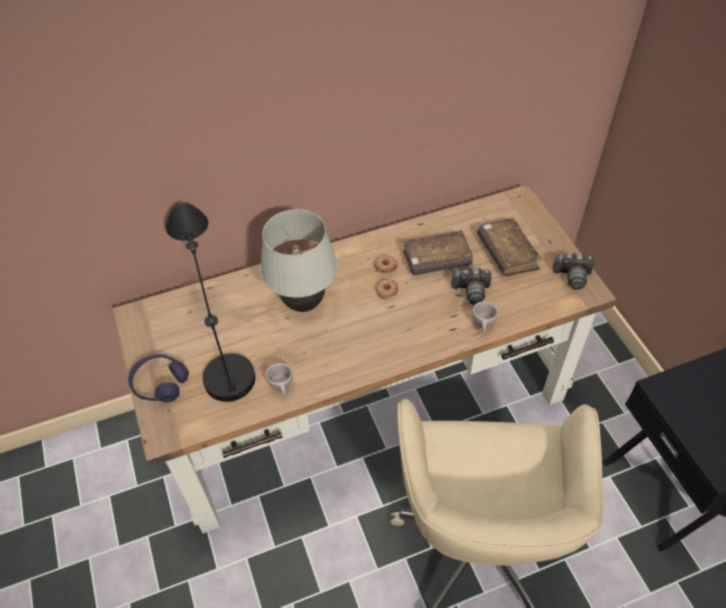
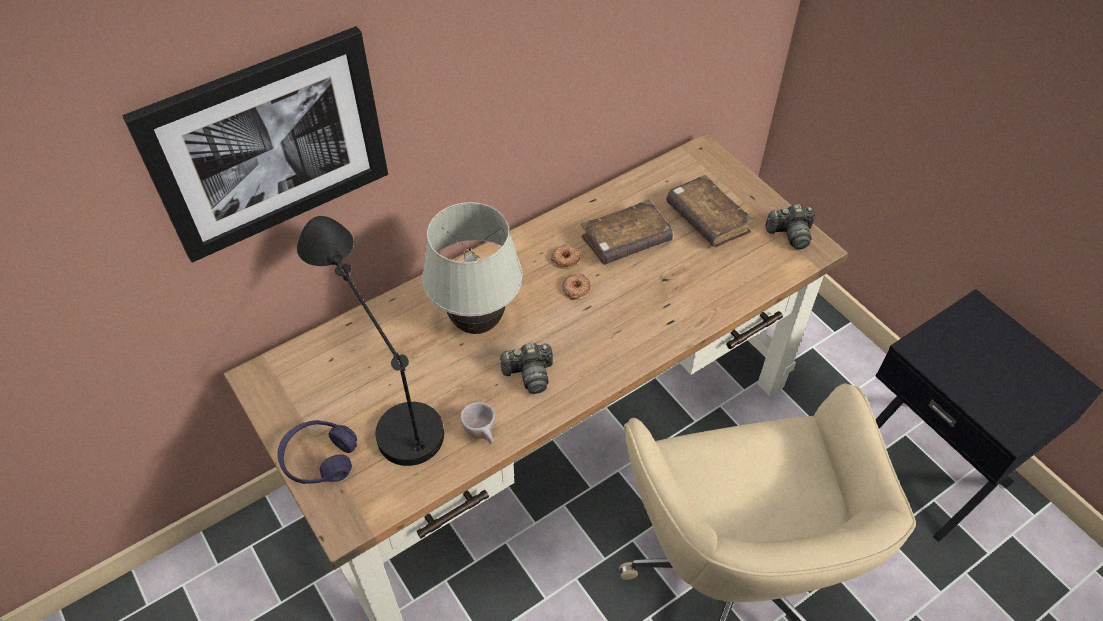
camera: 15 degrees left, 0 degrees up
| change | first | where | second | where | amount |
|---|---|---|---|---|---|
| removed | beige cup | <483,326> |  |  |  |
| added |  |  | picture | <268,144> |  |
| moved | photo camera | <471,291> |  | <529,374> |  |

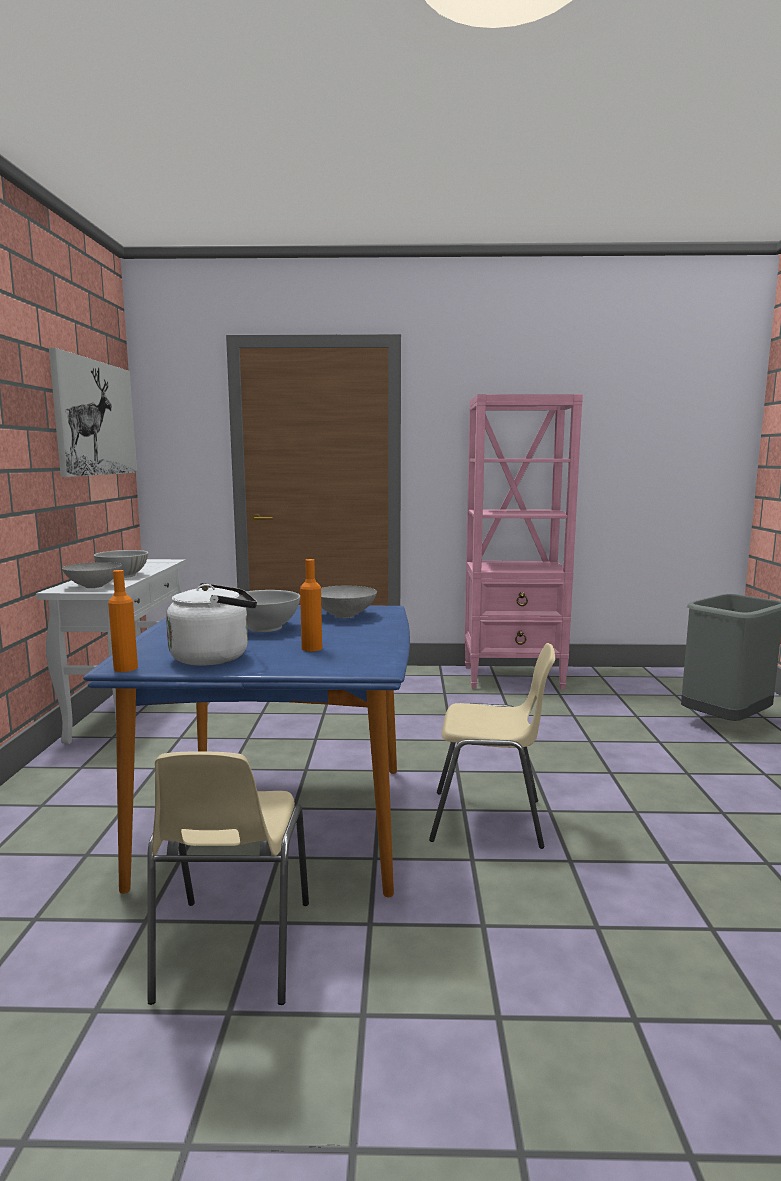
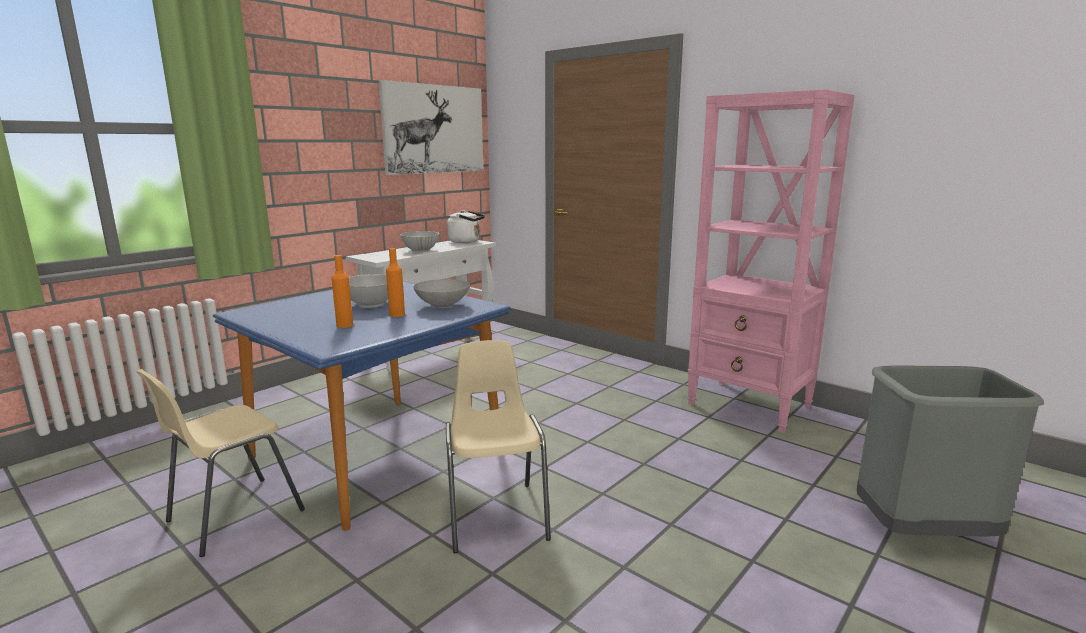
camera: 40 degrees right, 5 degrees up
| change | first | where | second | where | amount |
|---|---|---|---|---|---|
| removed | grey bowl | <94,586> |  |  |  |
| moved | orange bottle | <125,668> |  | <397,314> |  |
| moved | white kettle | <215,657> |  | <466,241> |  |
| turned | beige chair | <490,820> |  | <496,514> | 150 degrees counterclockwise |

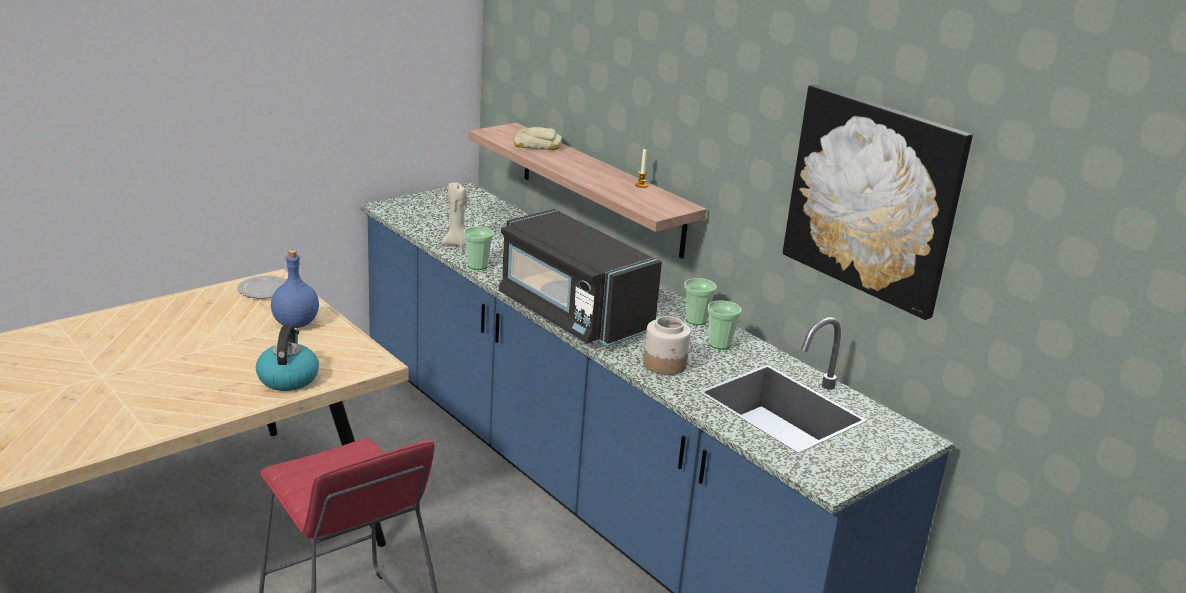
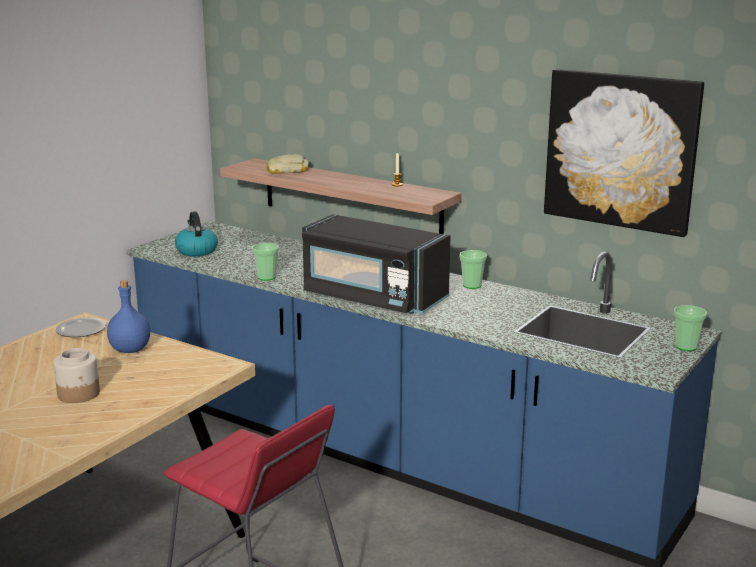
camera: 15 degrees left, 5 degrees down
| change | first | where | second | where | amount |
|---|---|---|---|---|---|
| removed | beige candle | <457,244> |  |  |  |
| moved | kettle | <288,378> |  | <196,250> |  |
| moved | jar | <665,365> |  | <79,394> |  |
| moved | cup | <719,344> |  | <686,347> |  |

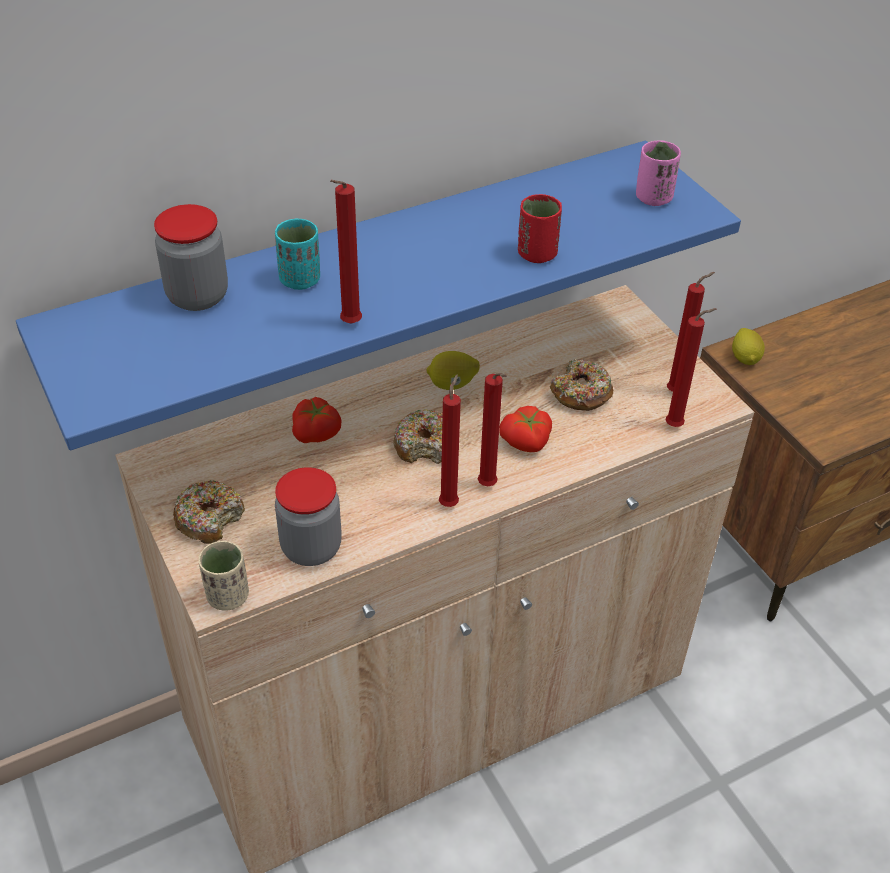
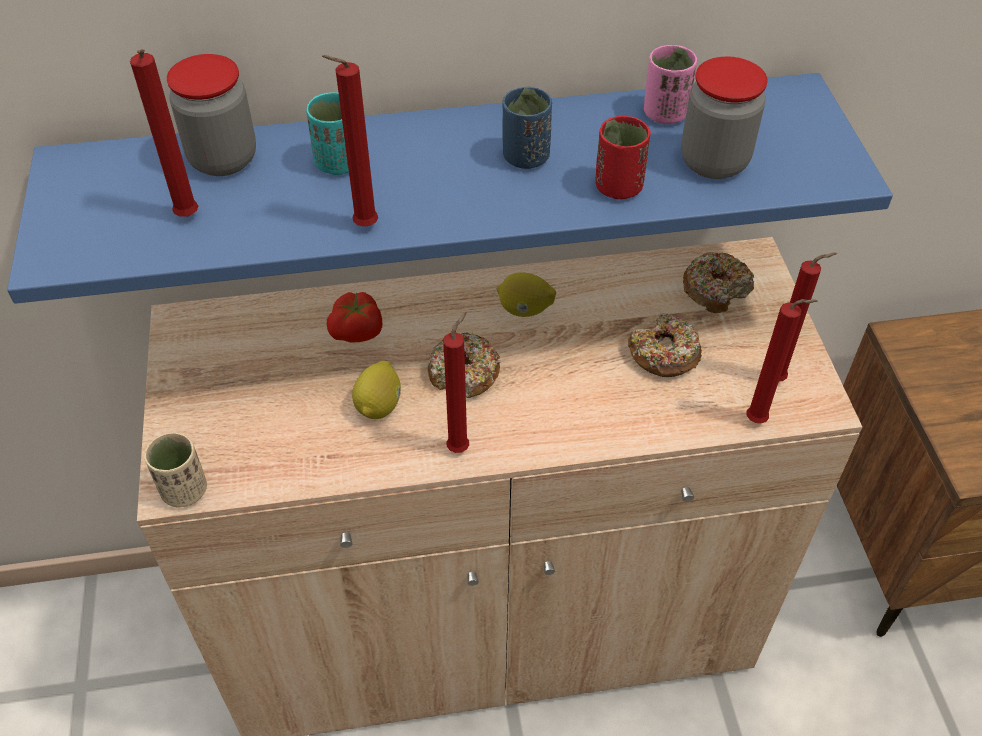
camera: 20 degrees right, 5 degrees up
| change | first | where | second | where | amount |
|---|---|---|---|---|---|
| removed | tomato | <526,442> |  |  |  |
| added |  |  | blue cup | <525,157> |  |
| moved | donut | <209,518> |  | <716,289> |  |
| moved | jar | <311,548> |  | <714,162> |  |
| moved | red candle | <489,487> |  | <188,219> |  |
| moved | pink cup | <653,198> |  | <665,114> |  |
| moved | lemon | <745,358> |  | <379,405> |  |

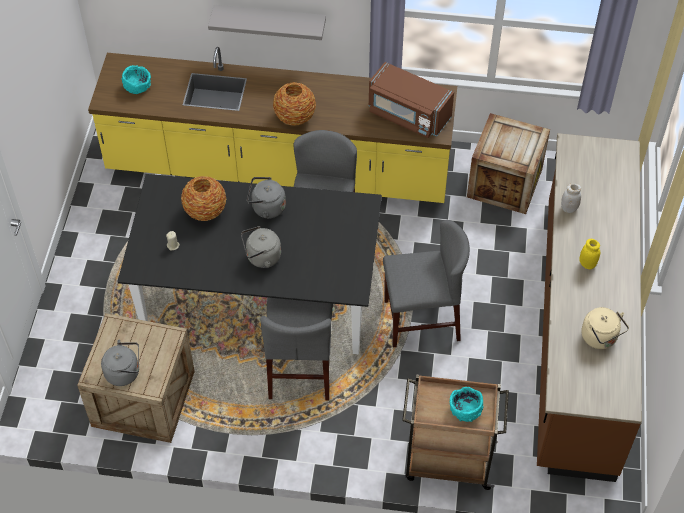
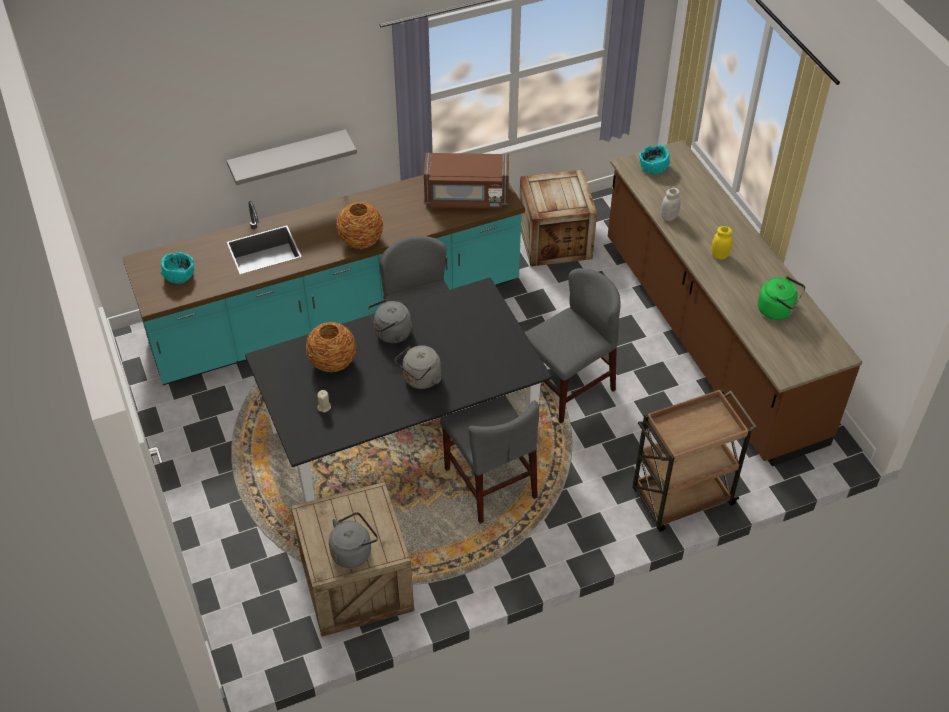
camera: 30 degrees left, 5 degrees down
| change | first | where | second | where | amount |
|---|---|---|---|---|---|
| moved | turquoise bowl | <465,410> |  | <653,167> |  |
| recoloured | yellow counter | <278,169> | turquoise counter | <337,314> |  |
| recoloured | beige kettle | <600,338> | green kettle | <777,310> |  |

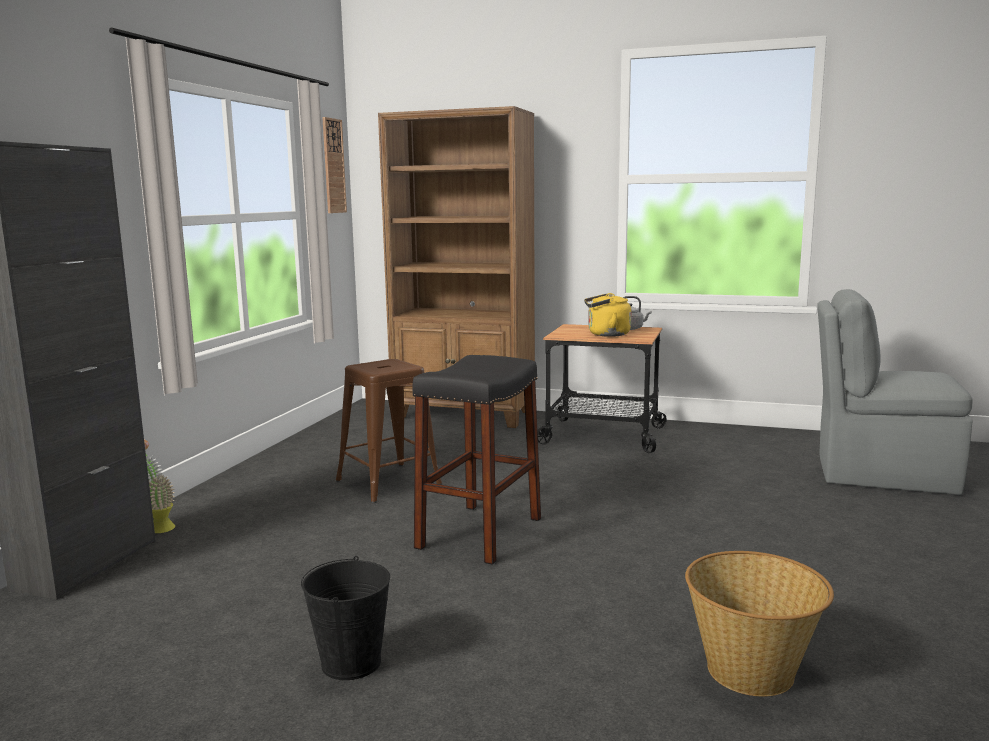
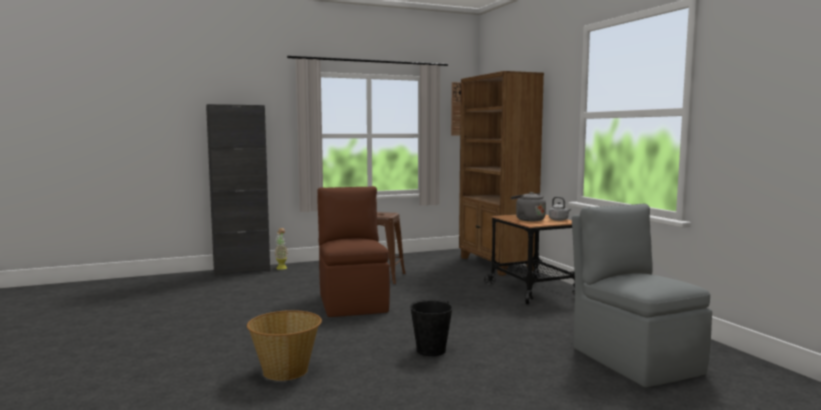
camera: 50 degrees right, 5 degrees down
| change | first | where | second | where | amount |
|---|---|---|---|---|---|
| moved | black bucket | <351,662> |  | <431,350> |  |
| replaced | black stool | <480,533> | brown chair | <353,302> |  |
| recoloured | yellow kettle | <606,334> | grey kettle | <528,219> |  |

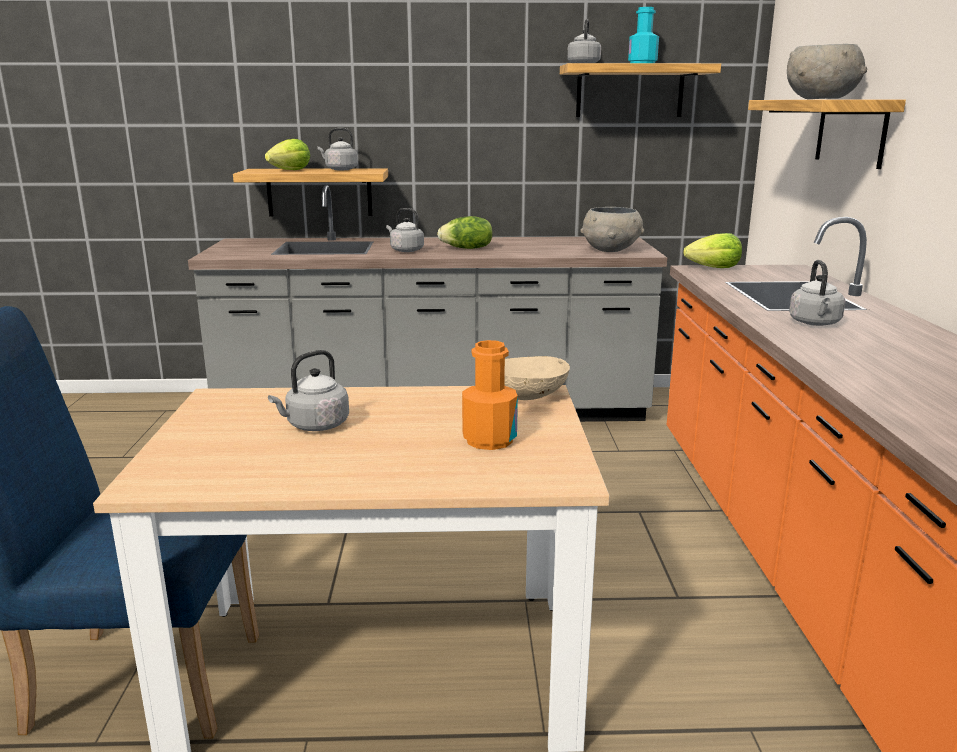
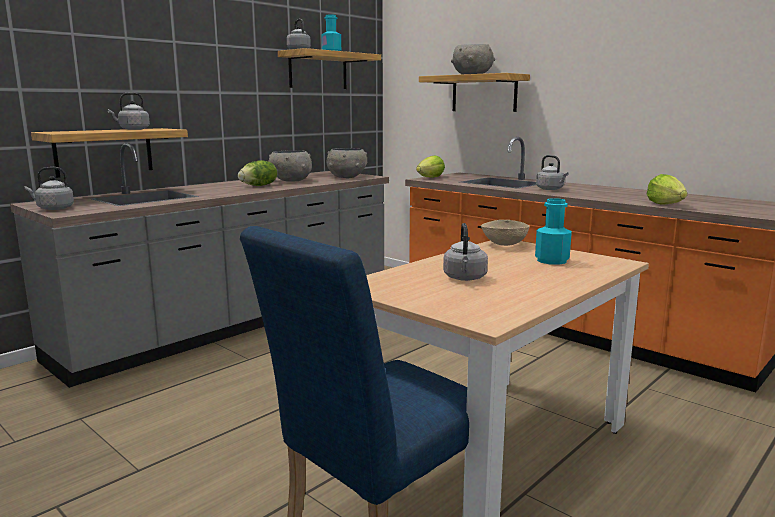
camera: 45 degrees left, 5 degrees down
| change | first | where | second | where | amount |
|---|---|---|---|---|---|
| added |  |  | grey bowl | <291,181> |  |
| moved | lettuce | <290,170> |  | <665,205> |  |
| moved | grey kettle | <405,250> |  | <53,208> |  |
| recoloured | orange bottle | <489,440> | turquoise bottle | <552,260> |  |

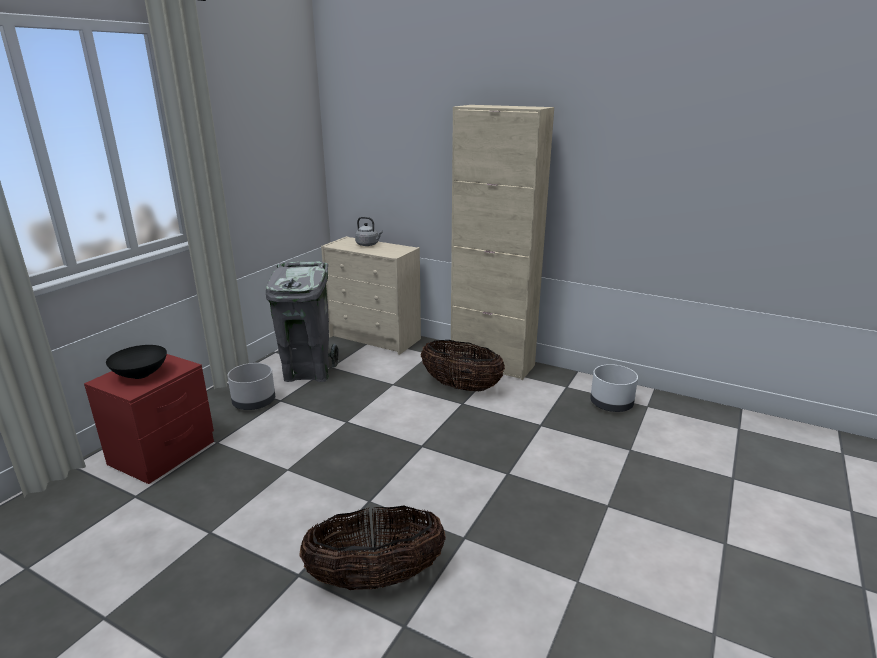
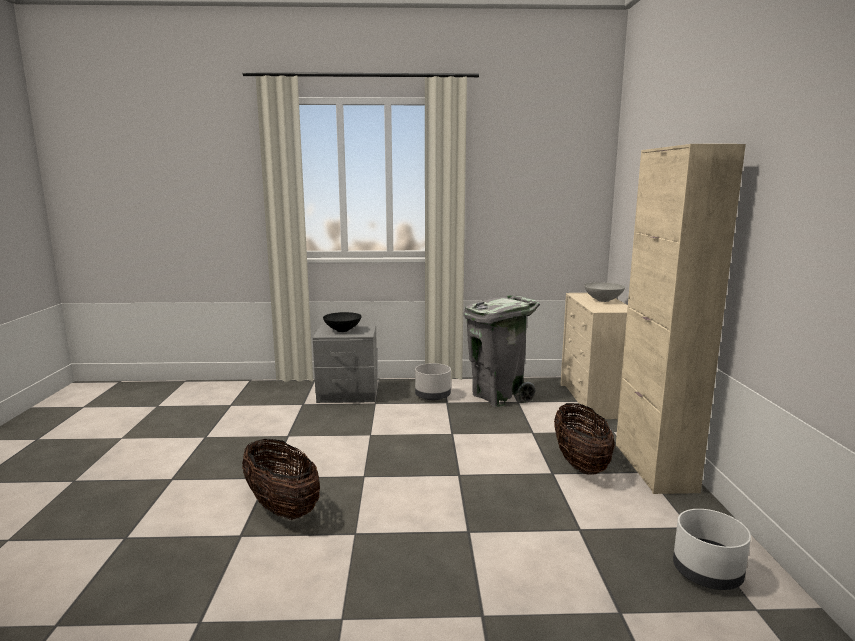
camera: 60 degrees right, 10 degrees down
| change | first | where | second | where | amount |
|---|---|---|---|---|---|
| replaced | grey kettle | <368,244> | grey bowl | <603,300> |  |
| recoloured | red nightstand | <162,453> | grey nightstand | <348,394> |  |

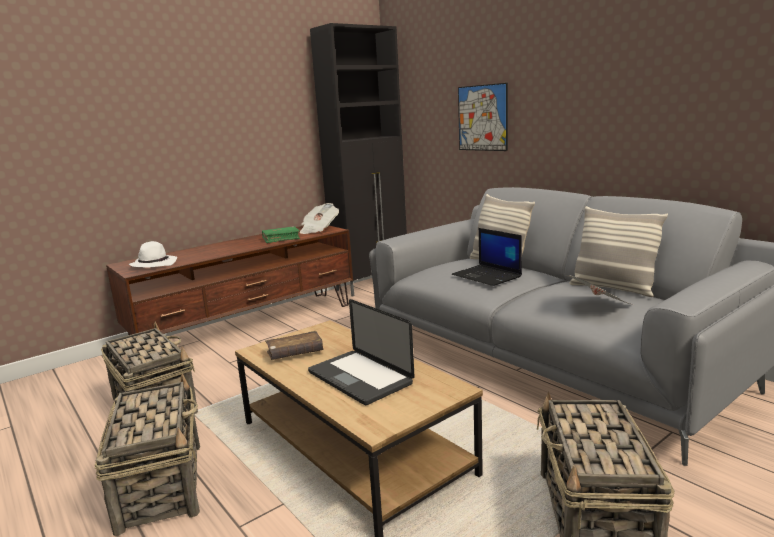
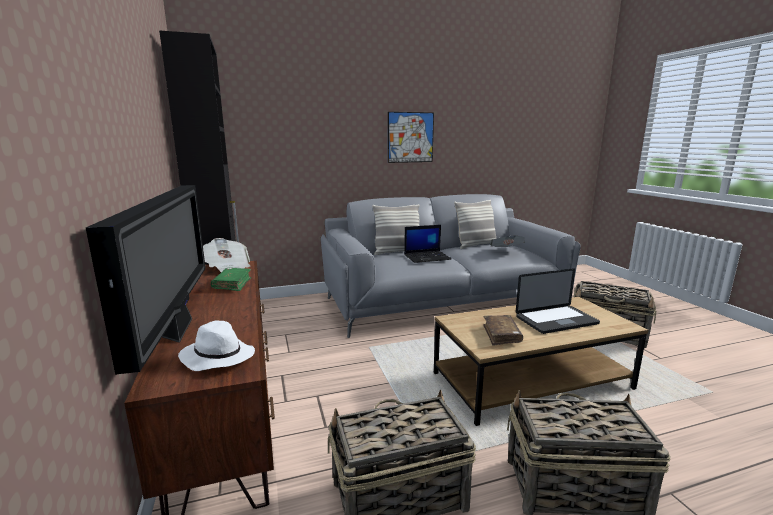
camera: 70 degrees left, 0 degrees up
| change | first | where | second | where | amount |
|---|---|---|---|---|---|
| added |  |  | television | <179,328> |  |
| moved | picture | <482,118> |  | <410,137> |  |

